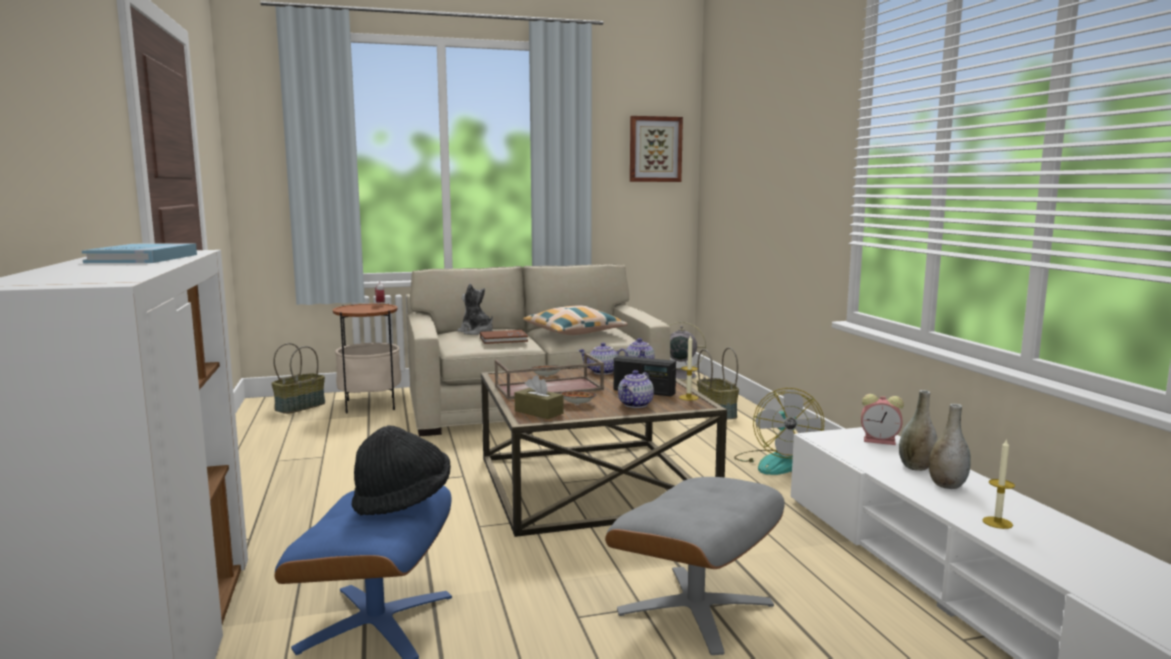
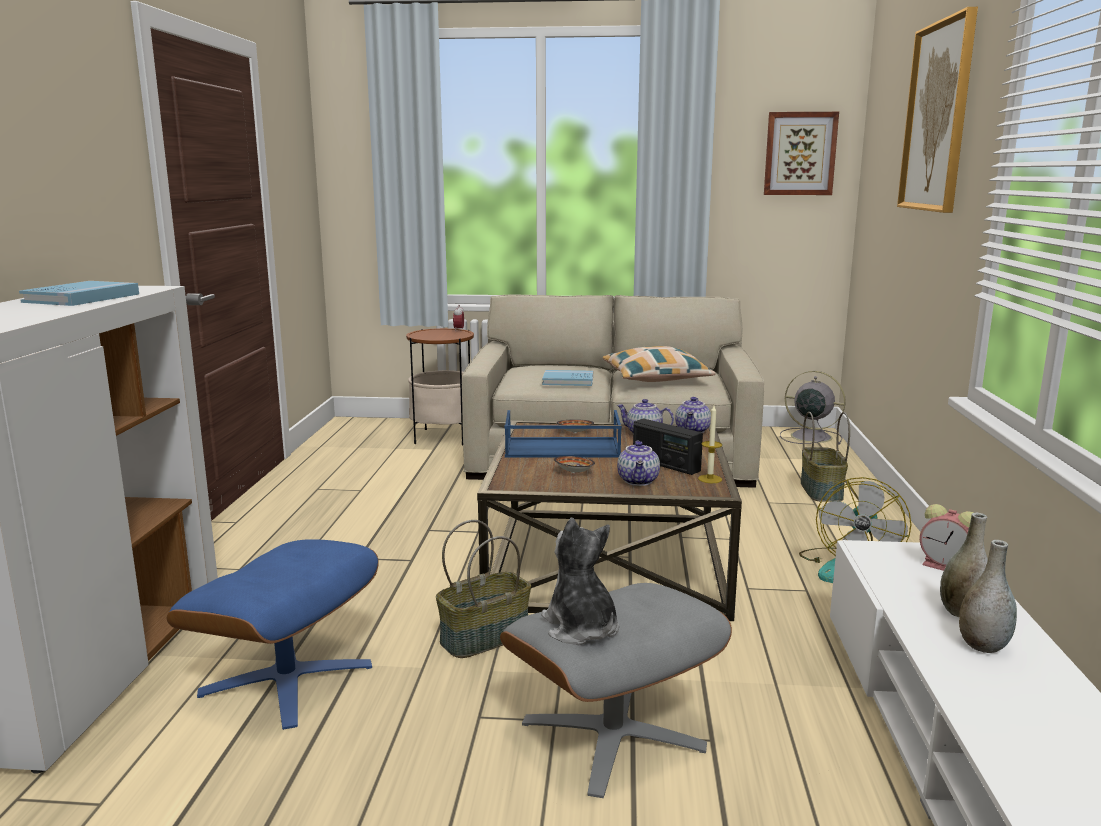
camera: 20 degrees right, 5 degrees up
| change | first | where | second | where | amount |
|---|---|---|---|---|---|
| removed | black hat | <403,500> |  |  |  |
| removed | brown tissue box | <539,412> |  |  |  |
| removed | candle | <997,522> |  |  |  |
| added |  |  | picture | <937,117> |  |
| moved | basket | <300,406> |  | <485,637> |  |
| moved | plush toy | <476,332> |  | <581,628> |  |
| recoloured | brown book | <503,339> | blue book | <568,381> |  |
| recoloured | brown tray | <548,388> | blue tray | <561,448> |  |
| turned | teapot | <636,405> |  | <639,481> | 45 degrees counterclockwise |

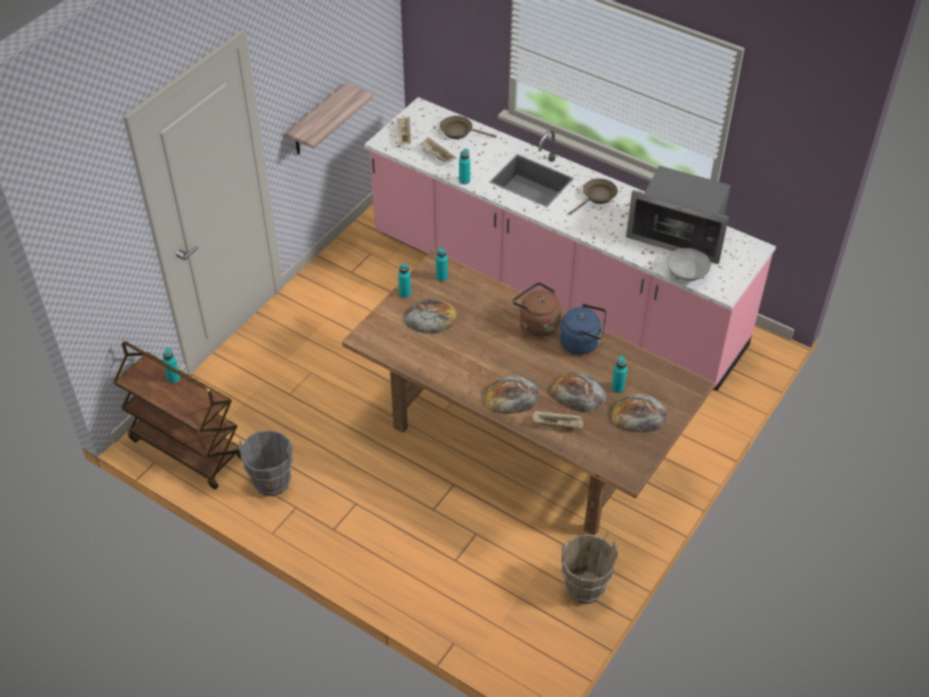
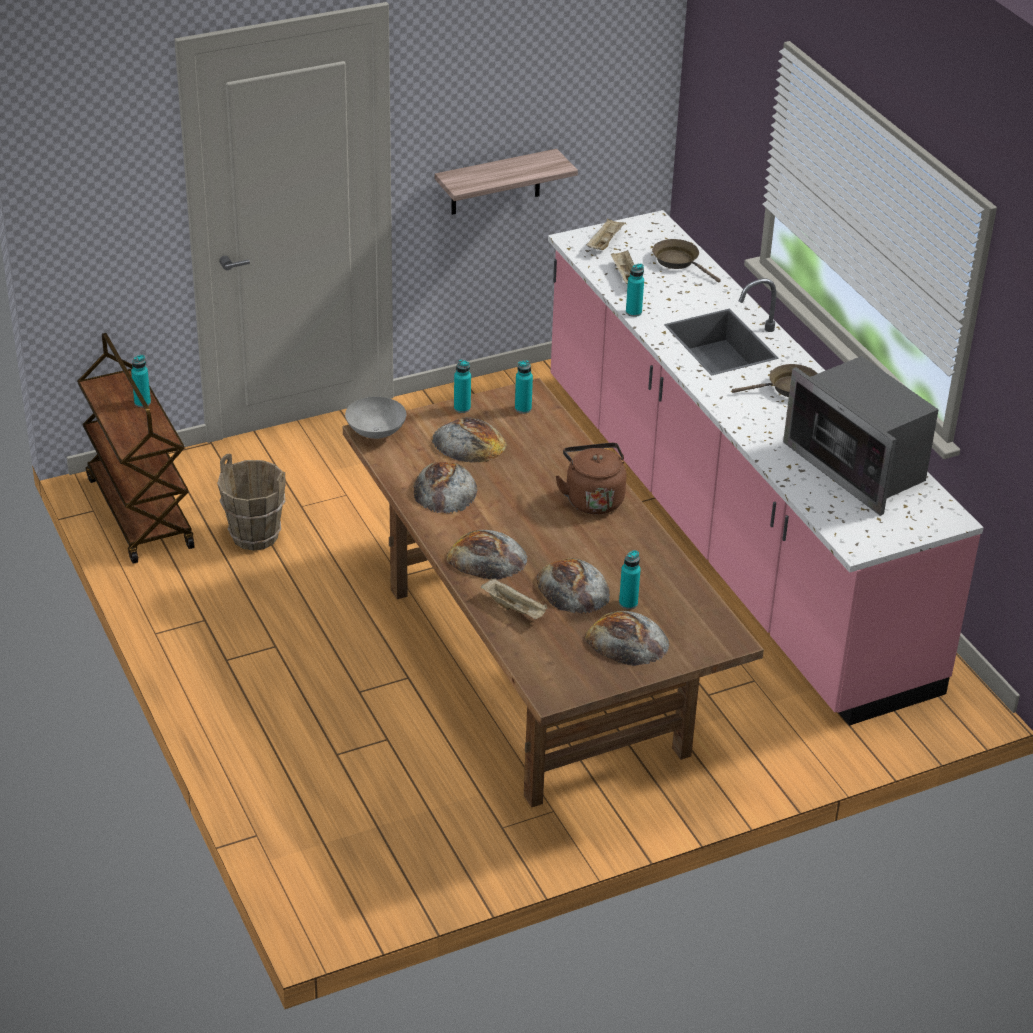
camera: 30 degrees right, 10 degrees down
| change | first | where | second | where | amount |
|---|---|---|---|---|---|
| removed | grey bucket | <272,482> |  |  |  |
| removed | blue kettle | <582,342> |  |  |  |
| added |  |  | bread | <444,489> |  |
| moved | brown bucket | <585,588> |  | <255,536> |  |
| moved | grey bowl | <686,274> |  | <376,432> |  |

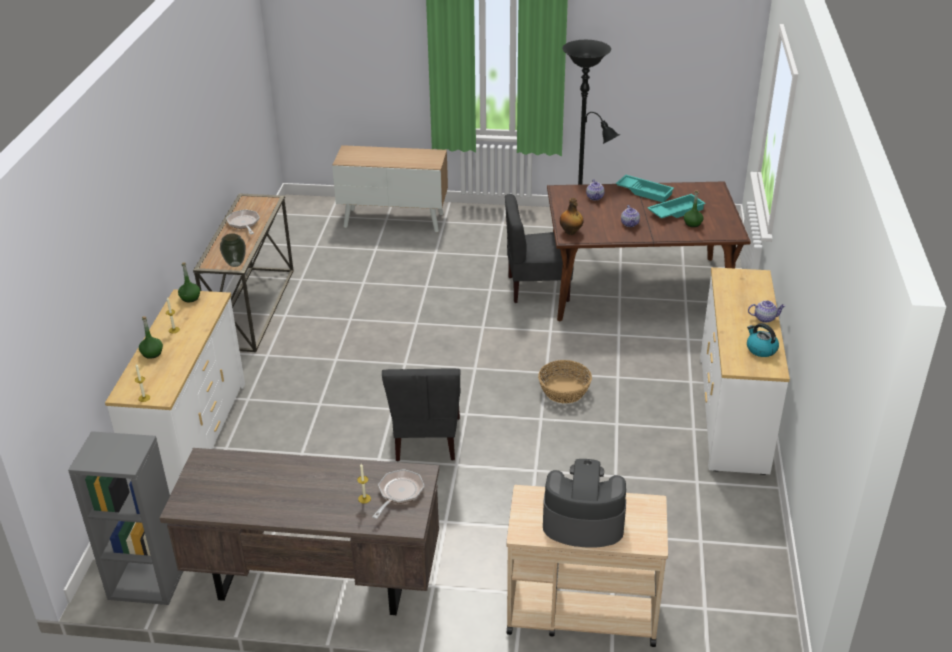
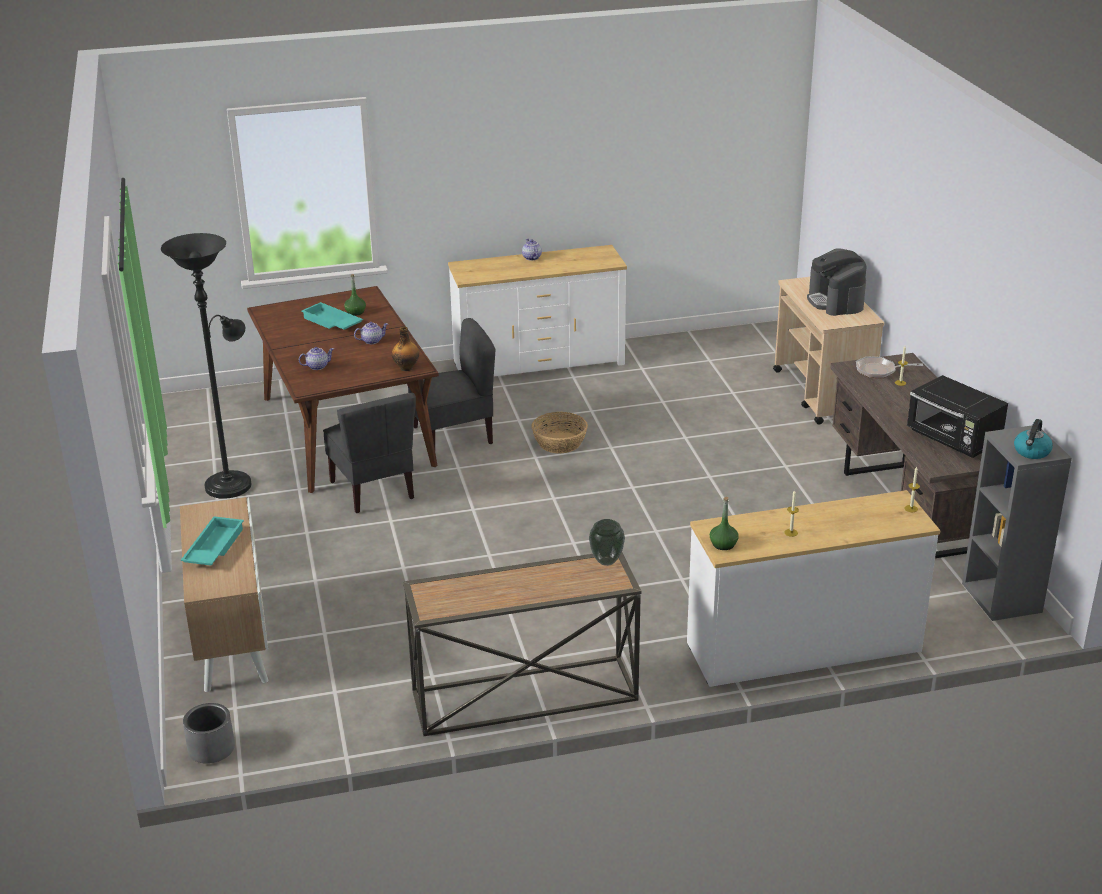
camera: 110 degrees left, 5 degrees down
| change | first | where | second | where | amount |
|---|---|---|---|---|---|
| removed | green bottle | <152,353> |  |  |  |
| removed | frying pan | <244,223> |  |  |  |
| added |  |  | grey planter | <211,749> |  |
| added |  |  | black microwave | <953,439> |  |
| moved | grey chair | <426,439> |  | <453,436> |  |
| moved | turquoise tray | <645,191> |  | <213,548> |  |
| moved | kettle | <761,349> |  | <1032,452> |  |

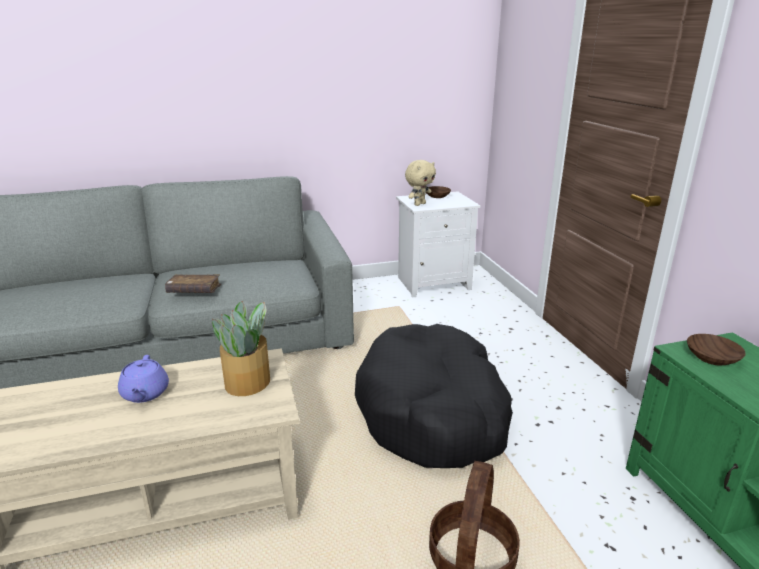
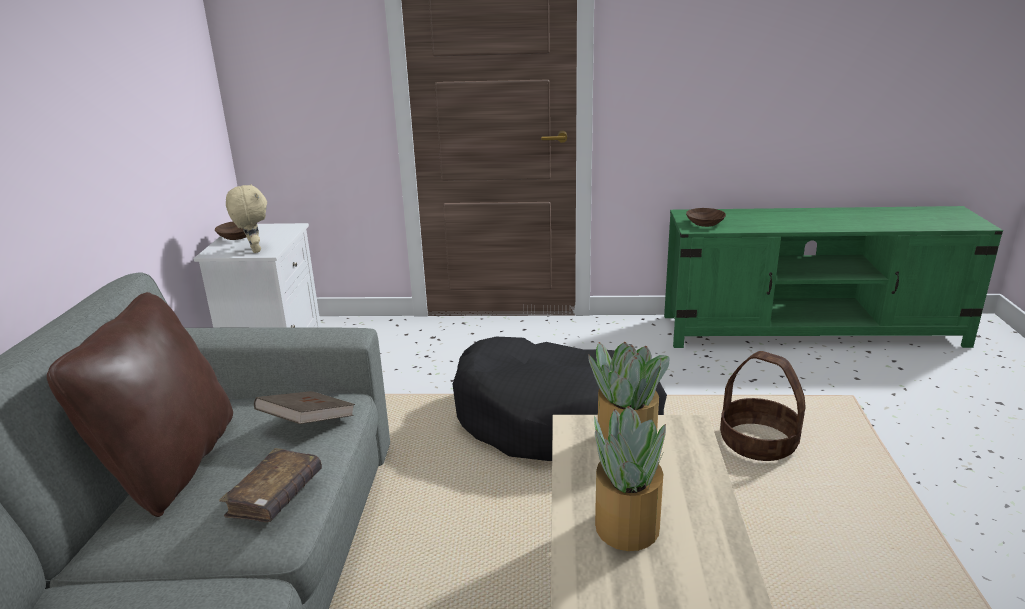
camera: 70 degrees left, 0 degrees up
| change | first | where | second | where | amount |
|---|---|---|---|---|---|
| added |  |  | brown pillow | <170,466> |  |
| added |  |  | brown book | <308,424> |  |
| replaced | purple teapot | <145,394> | potted plant | <626,527> |  |

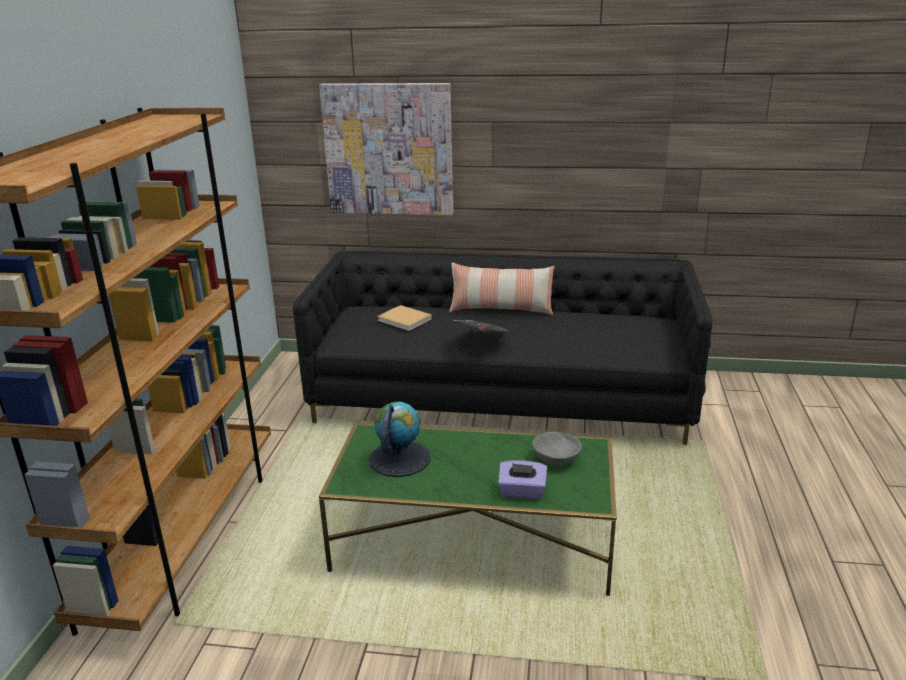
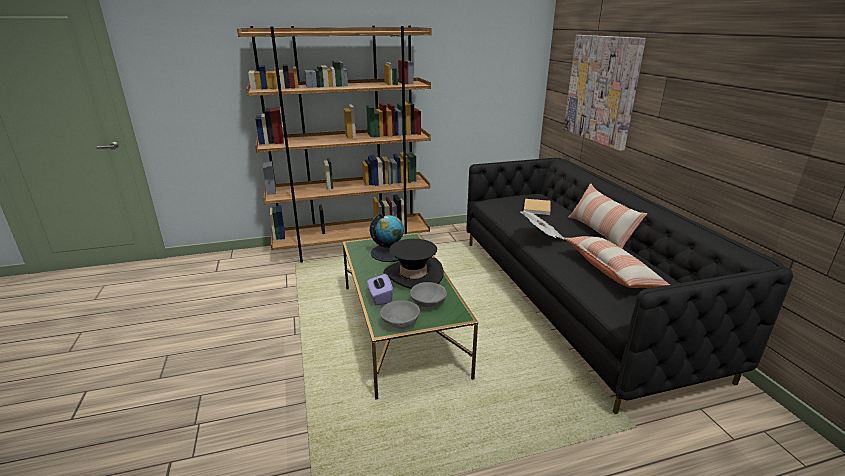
camera: 65 degrees right, 0 degrees up
| change | first | where | second | where | amount |
|---|---|---|---|---|---|
| added |  |  | grey bowl | <401,323> |  |
| added |  |  | black hat | <413,275> |  |
| added |  |  | pillow | <611,271> |  |

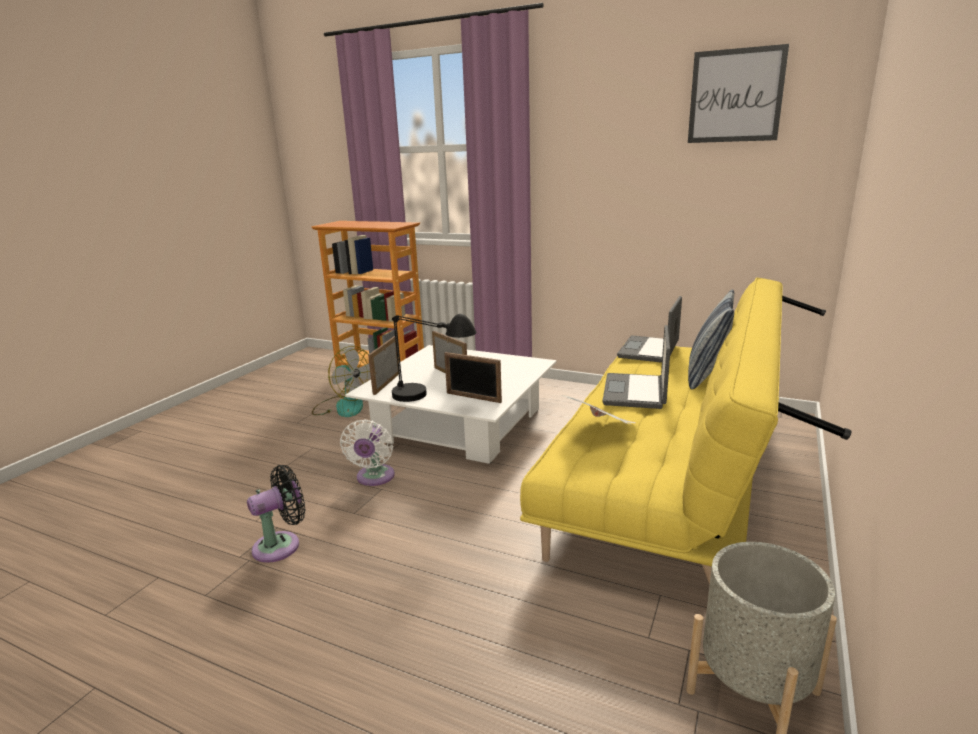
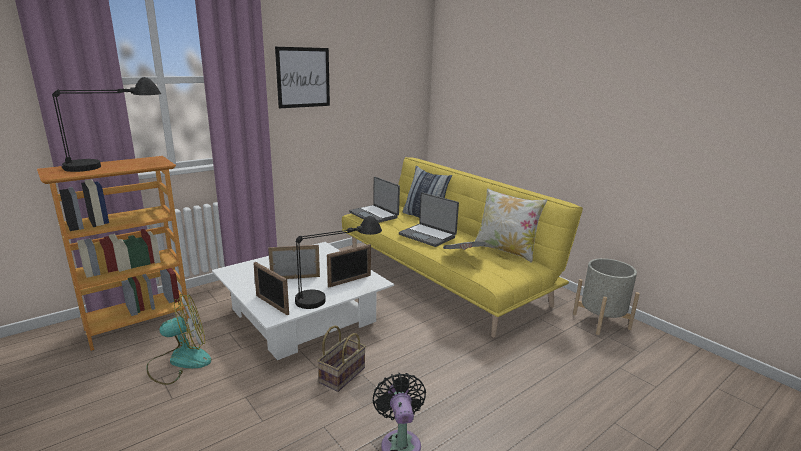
camera: 65 degrees left, 0 degrees up
| change | first | where | second | where | amount |
|---|---|---|---|---|---|
| added |  |  | black table lamp | <115,166> |  |
| added |  |  | pillow | <505,251> |  |
| moved | picture | <735,96> |  | <303,77> |  |
| replaced | white fan | <374,478> | basket | <342,374> |  |

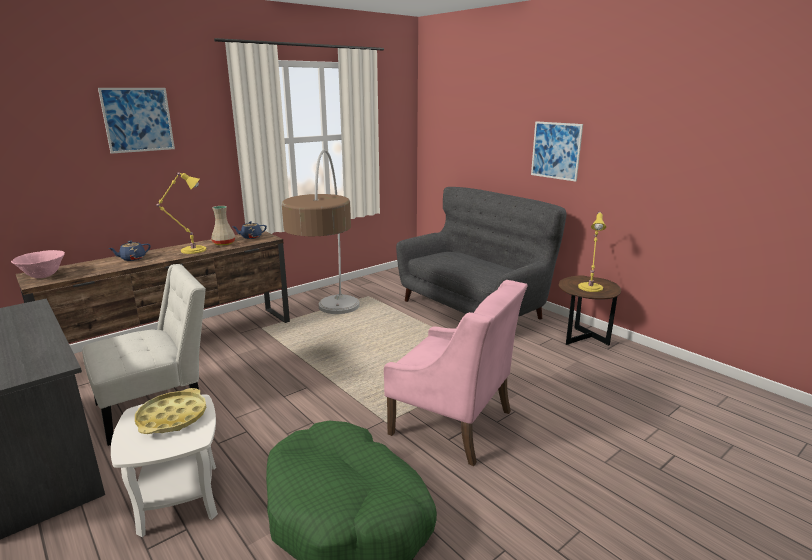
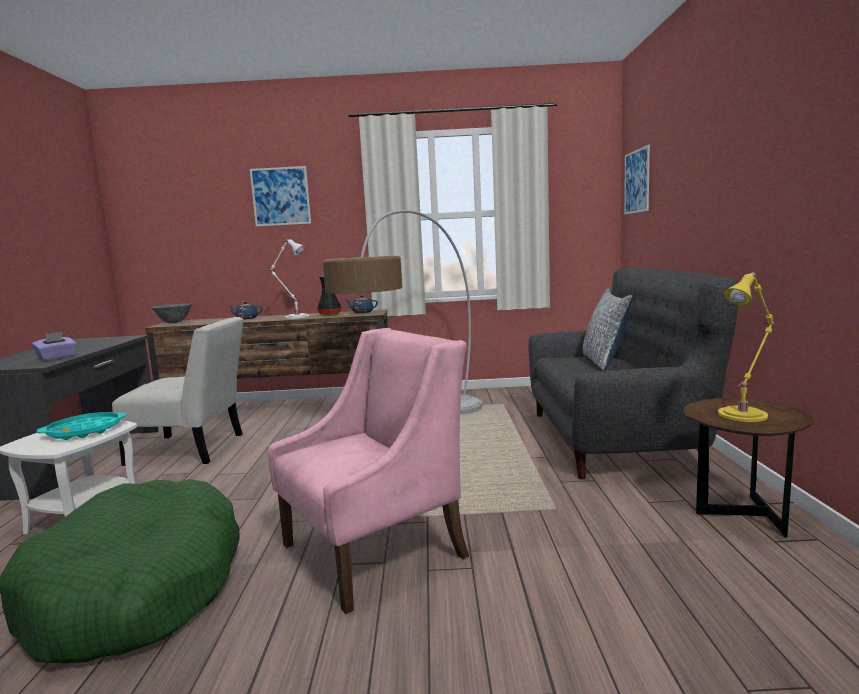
camera: 40 degrees right, 10 degrees down
| change | first | where | second | where | amount |
|---|---|---|---|---|---|
| added |  |  | purple tissue box | <57,358> |  |
| added |  |  | pillow | <605,362> |  |
| moved | picture | <556,150> |  | <637,181> |  |
| recoloured | pink bowl | <43,276> | grey bowl | <174,323> |  |
| recoloured | yellow tray | <172,417> | turquoise tray | <85,431> |  |
| recoloured | yellow table lamp | <191,250> | white table lamp | <295,317> |  |
| recoloured | beige vase | <224,244> | black vase | <329,315> |  |
| turned | pink armchair | <452,423> |  | <375,549> | 105 degrees counterclockwise |

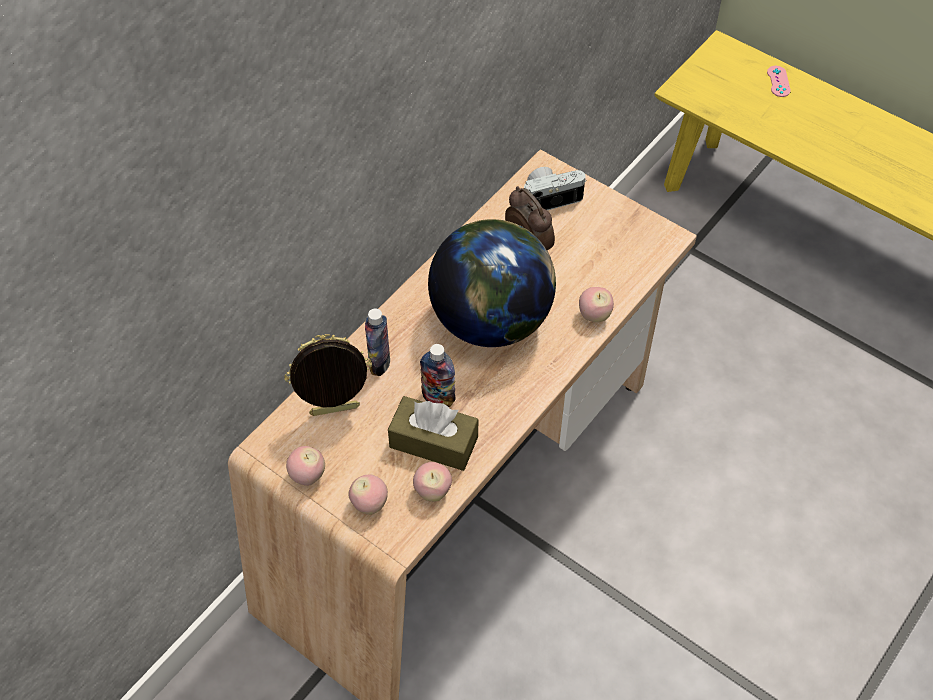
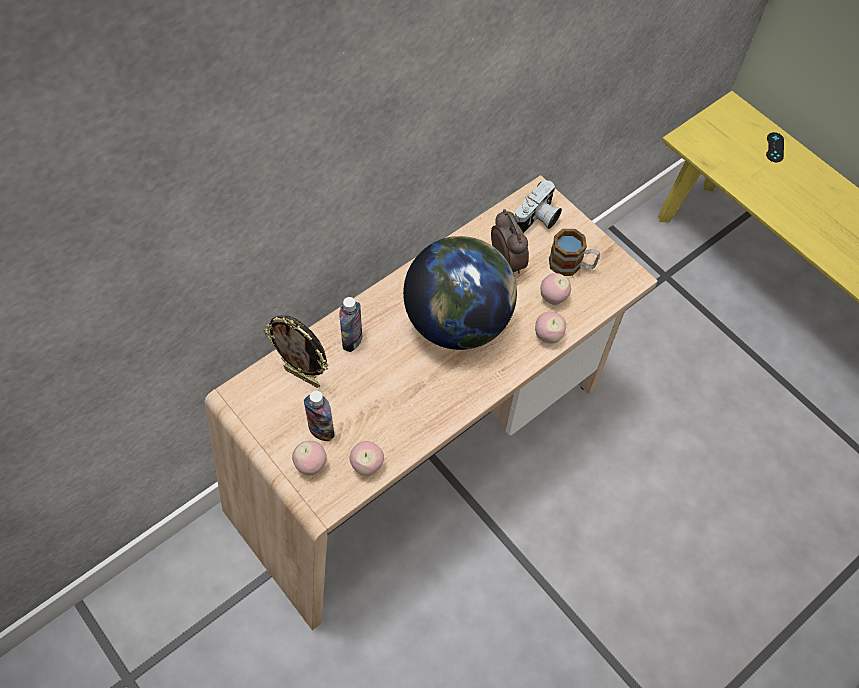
camera: 10 degrees right, 5 degrees up
| change | first | where | second | where | amount |
|---|---|---|---|---|---|
| removed | brown tissue box | <433,442> |  |  |  |
| added |  |  | mug | <571,265> |  |
| moved | apple | <307,476> |  | <553,298> |  |
| moved | bottle | <438,398> |  | <321,431> |  |
| recoloured | pink game controller | <778,81> | black game controller | <774,147> |  |
| turned | picture frame | <335,412> |  | <303,376> | 150 degrees counterclockwise |
| turned | photo camera | <550,197> |  | <537,220> | 135 degrees clockwise |

